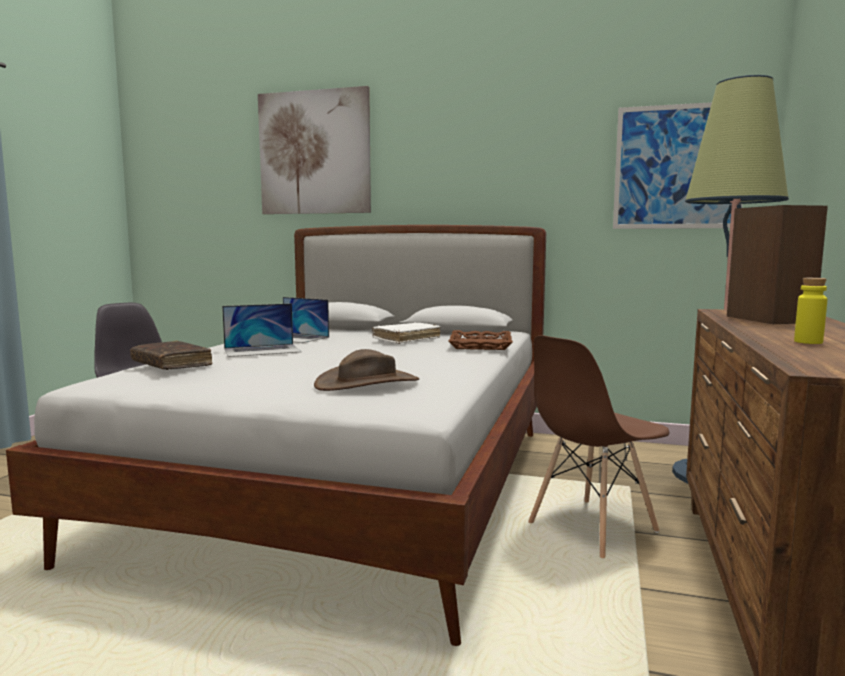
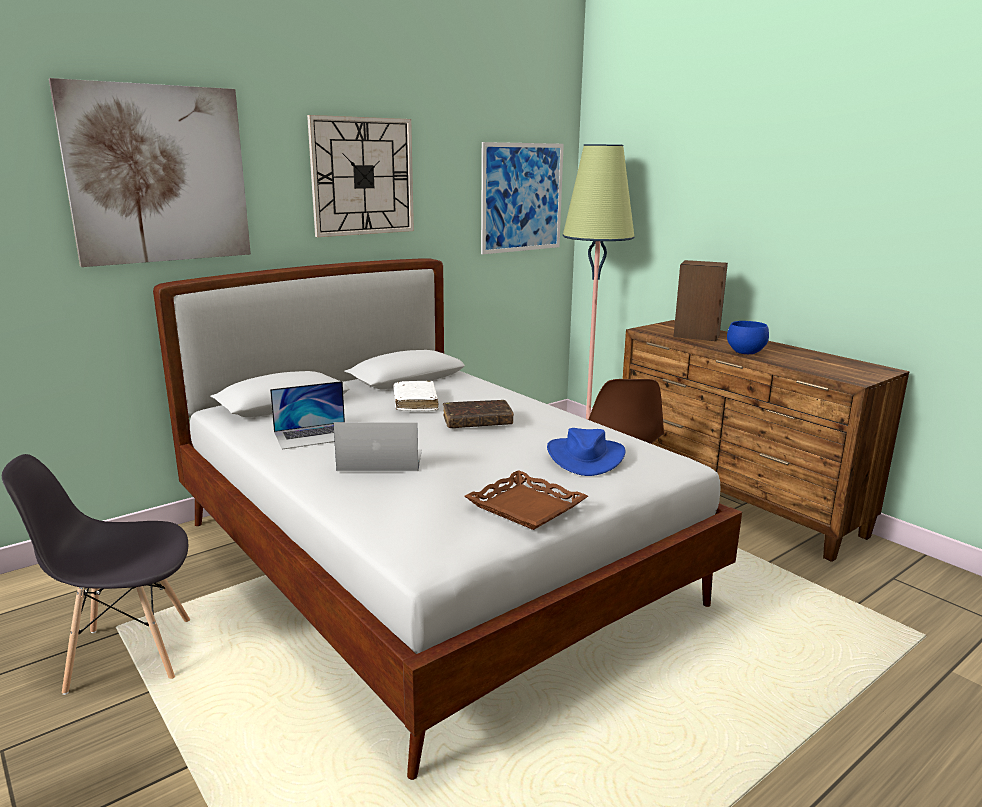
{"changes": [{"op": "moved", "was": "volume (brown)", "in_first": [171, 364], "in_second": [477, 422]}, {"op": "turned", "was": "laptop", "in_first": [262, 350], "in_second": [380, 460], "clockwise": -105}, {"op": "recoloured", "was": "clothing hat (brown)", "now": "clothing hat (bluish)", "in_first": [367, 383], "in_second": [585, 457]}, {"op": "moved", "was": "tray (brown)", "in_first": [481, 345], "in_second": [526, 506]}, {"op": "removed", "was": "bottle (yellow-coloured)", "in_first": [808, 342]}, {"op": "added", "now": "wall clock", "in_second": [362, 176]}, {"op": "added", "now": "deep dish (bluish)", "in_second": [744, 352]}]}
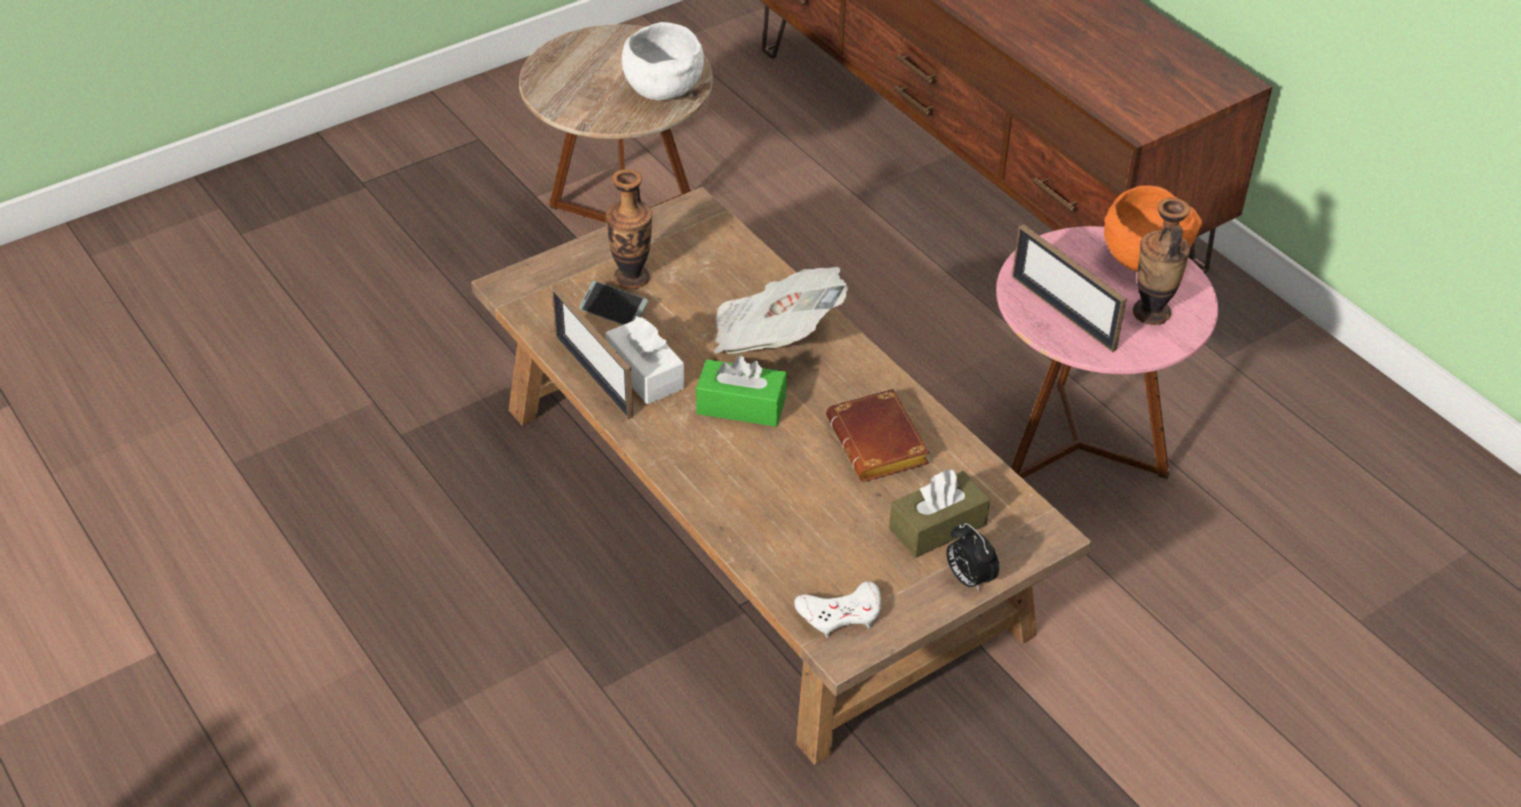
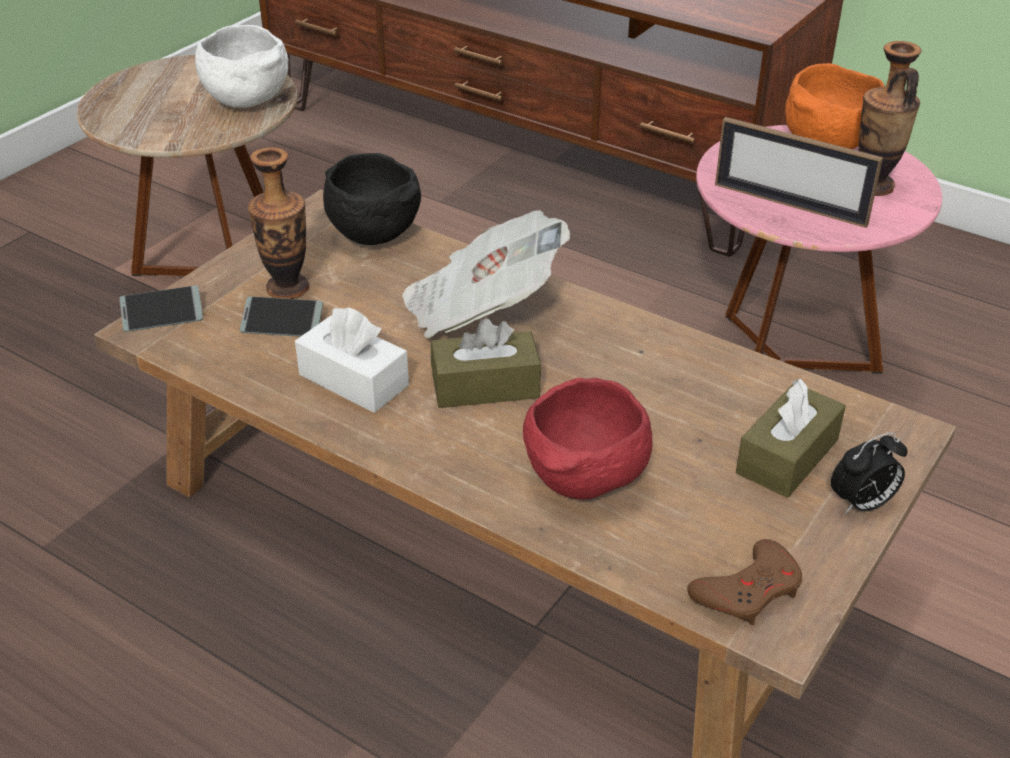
{"changes": [{"op": "removed", "was": "standing frame", "in_first": [593, 376]}, {"op": "recoloured", "was": "box of tissues (green)", "now": "box of tissues (brown)", "in_first": [741, 406], "in_second": [485, 386]}, {"op": "recoloured", "was": "gamepad (white-coloured)", "now": "gamepad (brown)", "in_first": [841, 614], "in_second": [748, 590]}, {"op": "removed", "was": "volume (brown)", "in_first": [881, 444]}, {"op": "turned", "was": "bedside clock", "in_first": [968, 579], "in_second": [861, 504], "clockwise": -60}, {"op": "added", "now": "handset", "in_second": [163, 316]}, {"op": "added", "now": "deep dish (black-coloured)", "in_second": [371, 234]}, {"op": "added", "now": "deep dish (reddish)", "in_second": [584, 481]}]}
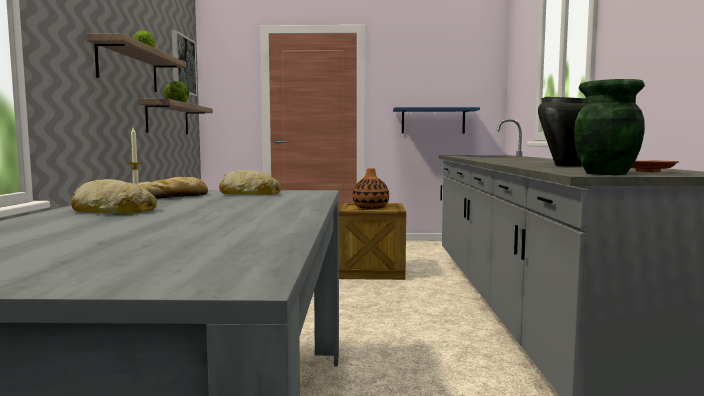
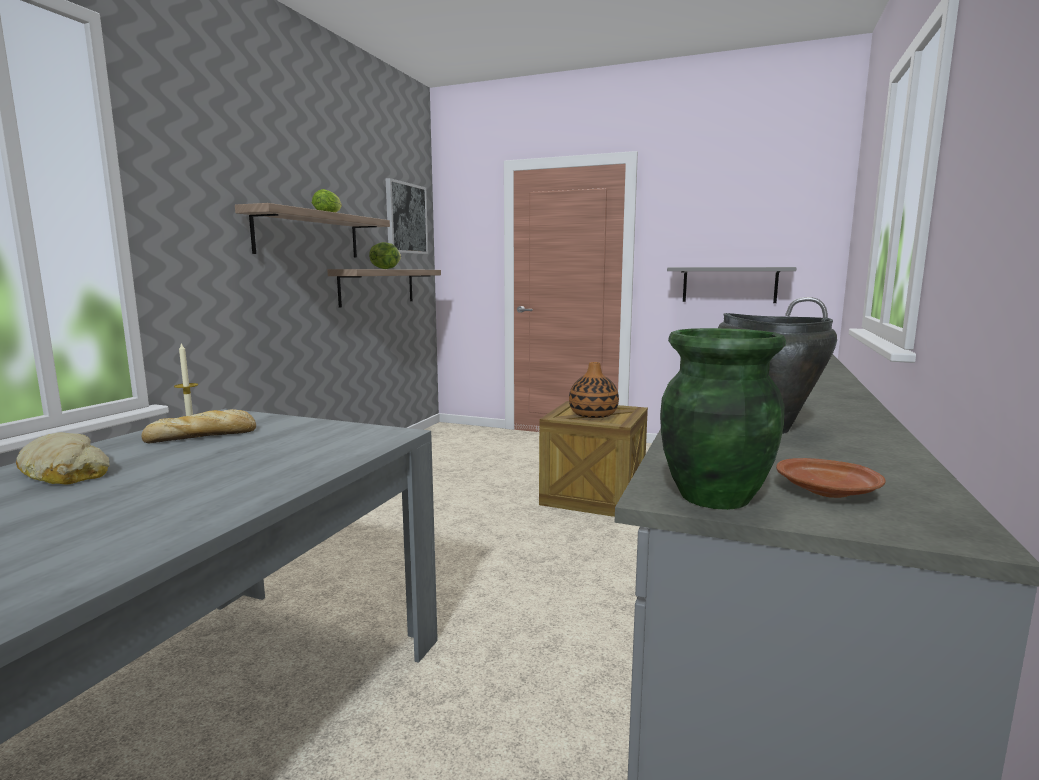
{"changes": [{"op": "removed", "was": "bakery bread", "in_first": [249, 193]}, {"op": "recoloured", "was": "wall shelf (bluish)", "now": "wall shelf (grey)", "in_first": [433, 121], "in_second": [729, 285]}]}
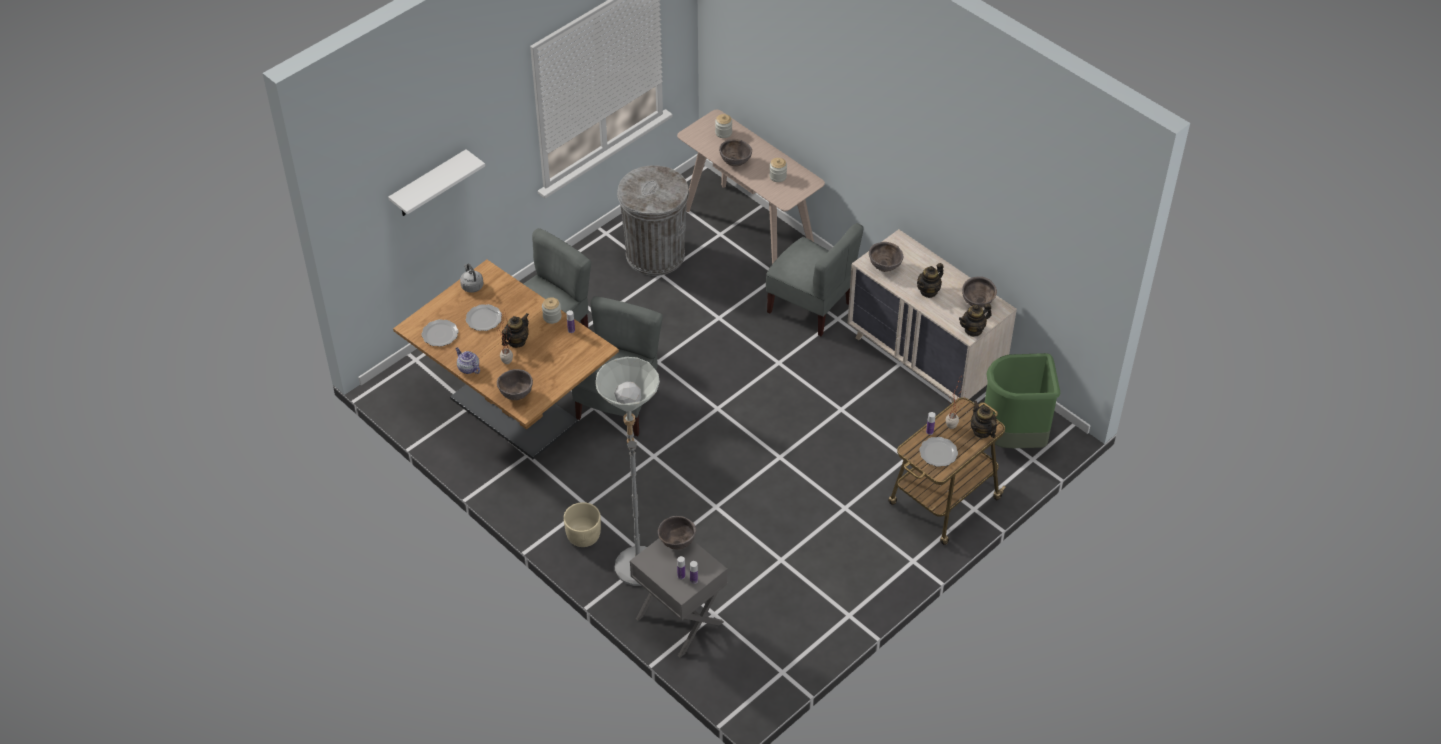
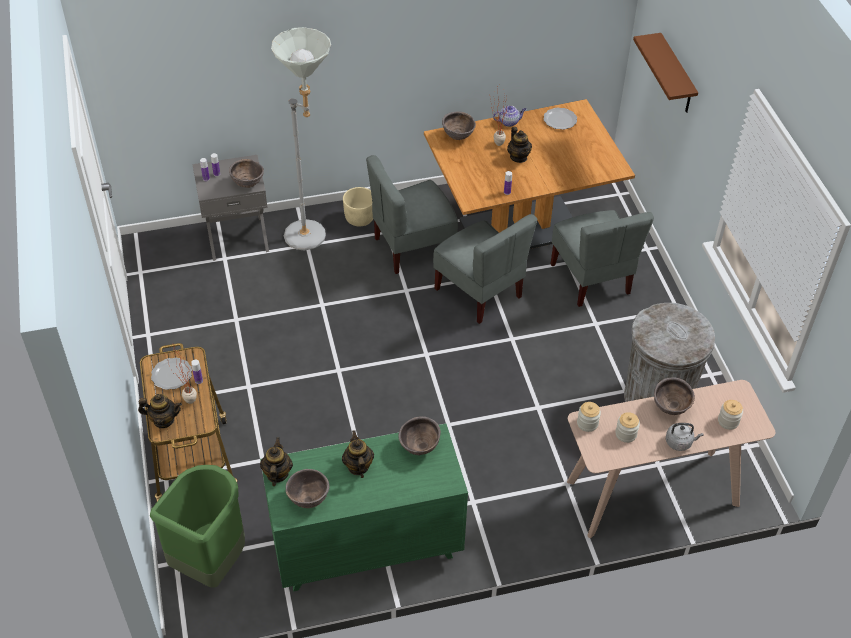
{"changes": [{"op": "recoloured", "was": "wall shelf (white-coloured)", "now": "wall shelf (brown)", "in_first": [429, 185], "in_second": [676, 75]}, {"op": "moved", "was": "kettle (grey)", "in_first": [471, 285], "in_second": [680, 442]}, {"op": "removed", "was": "flat dish", "in_first": [484, 319]}, {"op": "moved", "was": "jar", "in_first": [552, 317], "in_second": [587, 423]}, {"op": "moved", "was": "chair (grey)", "in_first": [810, 307], "in_second": [413, 248]}, {"op": "recoloured", "was": "chest of drawers (beige-coloured)", "now": "chest of drawers (green)", "in_first": [925, 359], "in_second": [365, 546]}]}
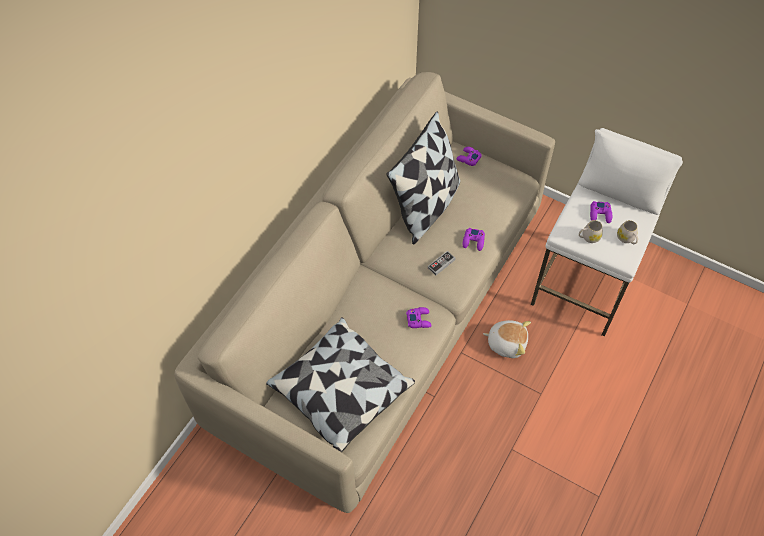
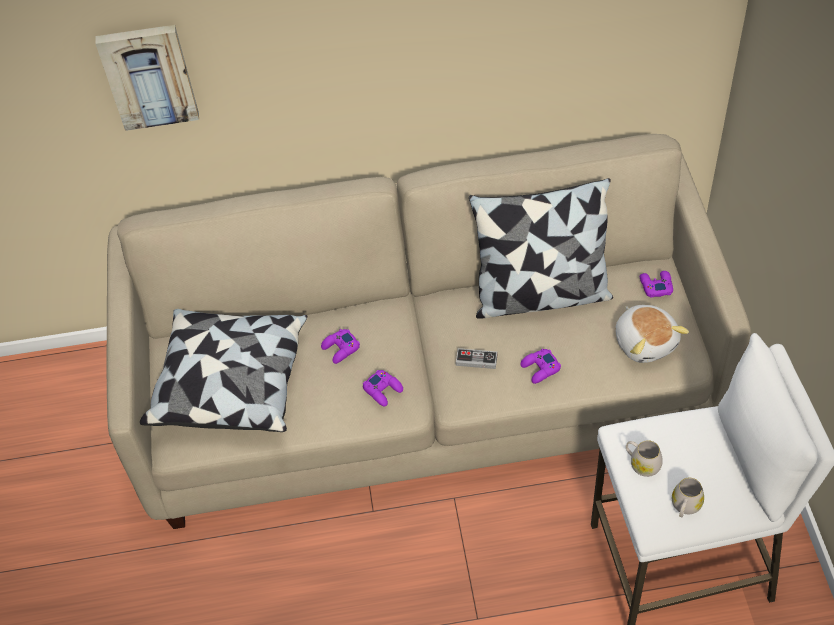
{"changes": [{"op": "moved", "was": "cuddly toy", "in_first": [506, 343], "in_second": [645, 342]}, {"op": "moved", "was": "gamepad (purple-coloured)", "in_first": [600, 214], "in_second": [340, 349]}, {"op": "added", "now": "wall art", "in_second": [149, 75]}]}
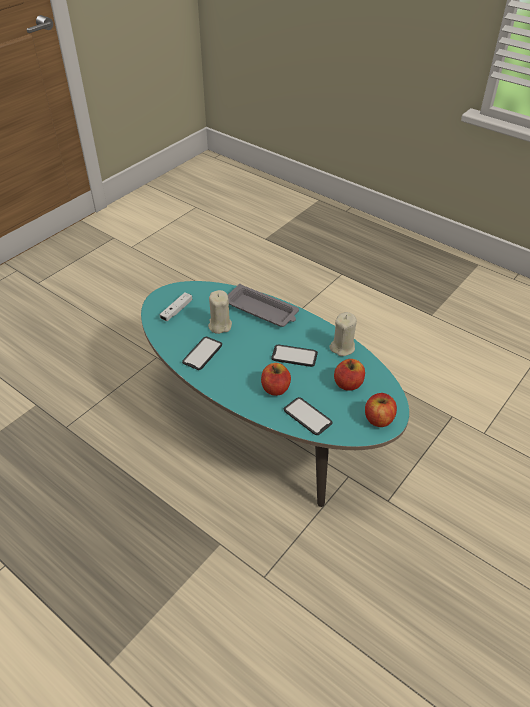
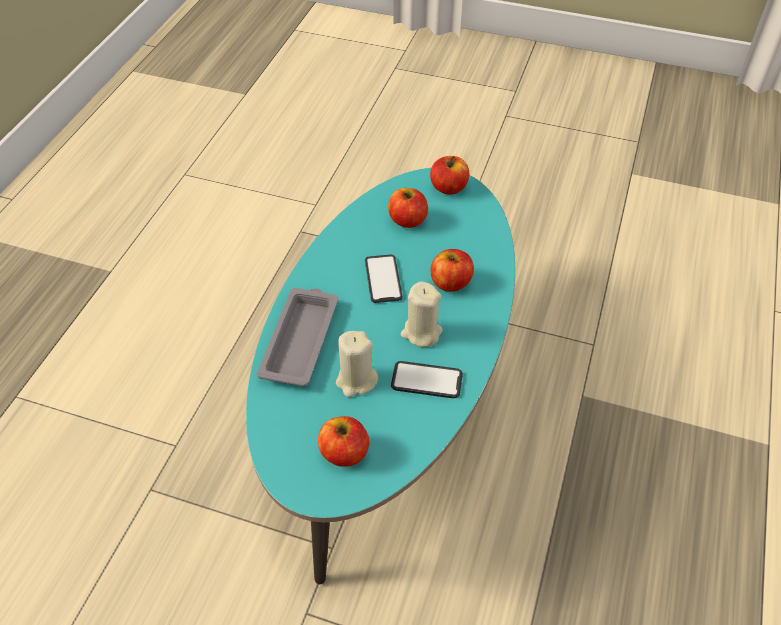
{"changes": [{"op": "replaced", "was": "gamepad (white-coloured)", "now": "apple fruit", "in_first": [176, 311], "in_second": [344, 452]}, {"op": "removed", "was": "handset", "in_first": [307, 416]}, {"op": "moved", "was": "wax candle (beige-coloured)", "in_first": [342, 347], "in_second": [421, 332]}]}
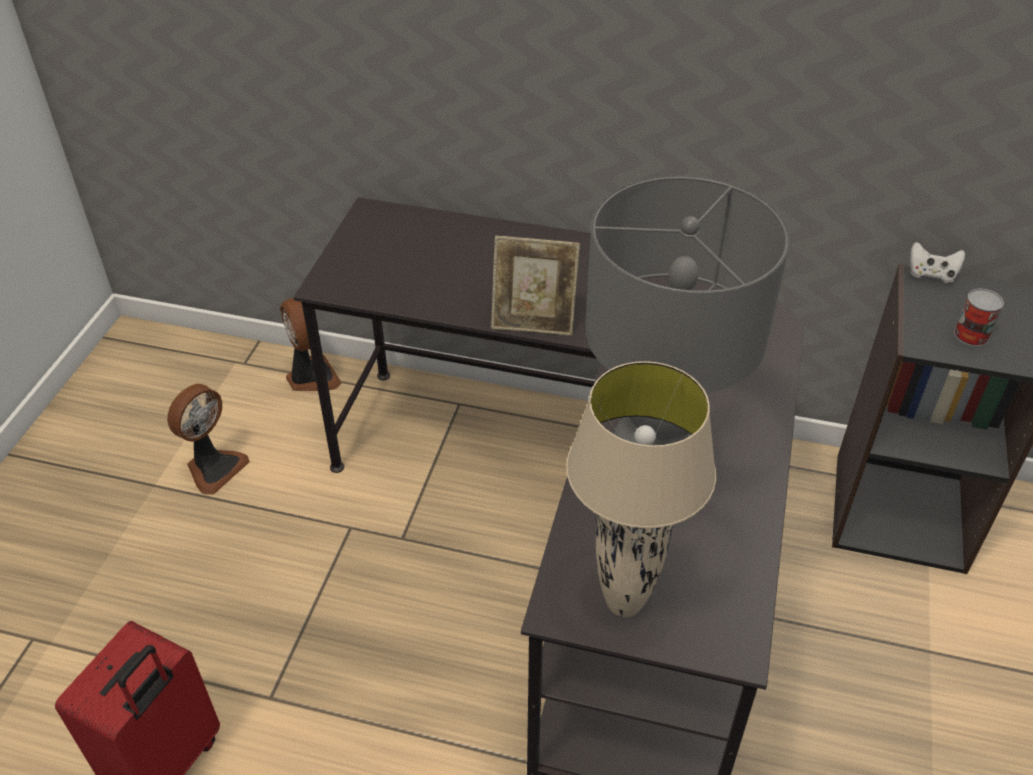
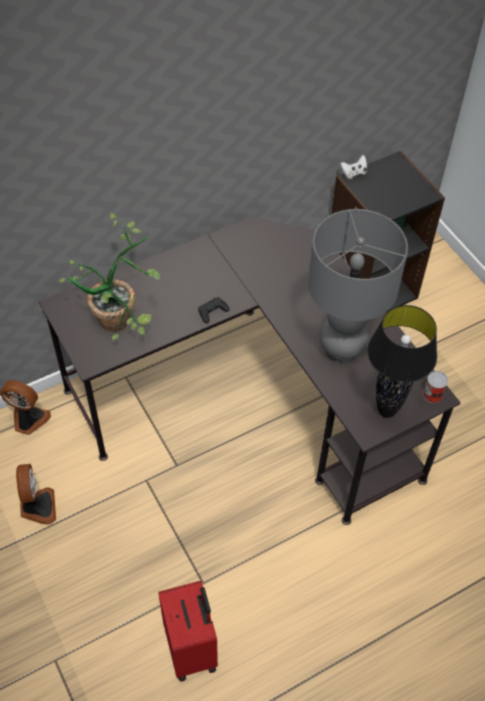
{"changes": [{"op": "replaced", "was": "standing frame", "now": "gamepad (black-coloured)", "in_first": [533, 322], "in_second": [212, 312]}, {"op": "recoloured", "was": "tabletop lamp (beige-coloured)", "now": "tabletop lamp (black-coloured)", "in_first": [623, 604], "in_second": [386, 411]}, {"op": "moved", "was": "sealed can", "in_first": [971, 335], "in_second": [432, 394]}, {"op": "added", "now": "houseplant", "in_second": [123, 320]}]}
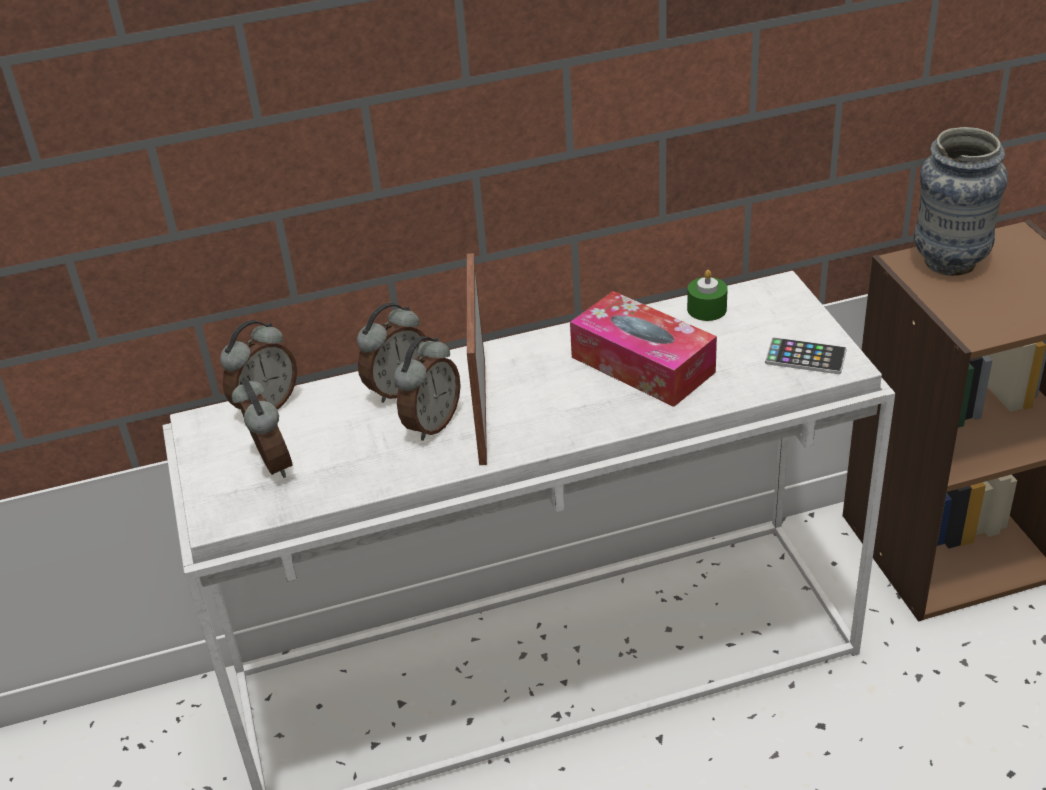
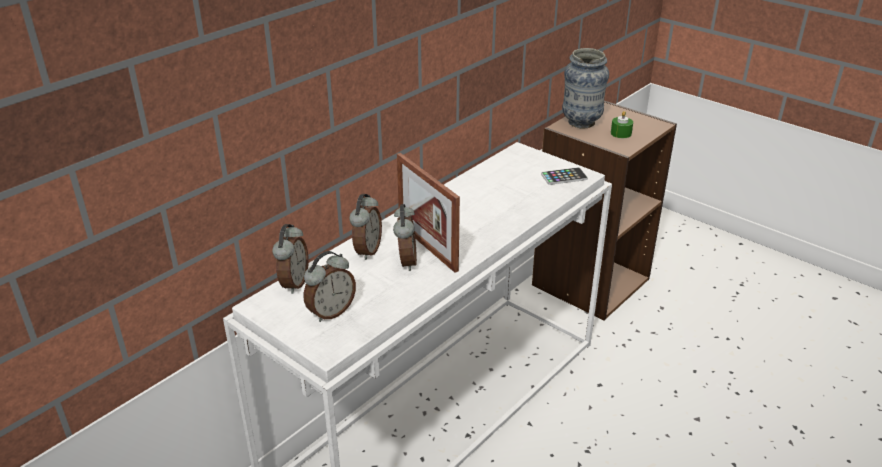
{"changes": [{"op": "turned", "was": "bedside clock", "in_first": [270, 465], "in_second": [331, 312], "clockwise": 105}, {"op": "removed", "was": "box of tissues", "in_first": [642, 364]}, {"op": "moved", "was": "wax candle (green)", "in_first": [707, 309], "in_second": [621, 133]}]}
